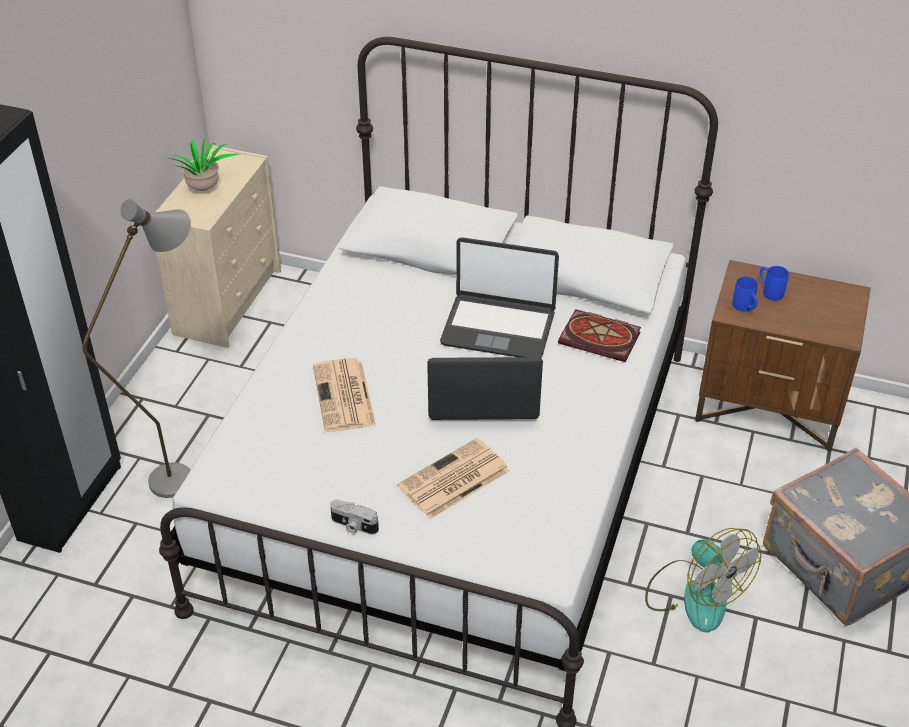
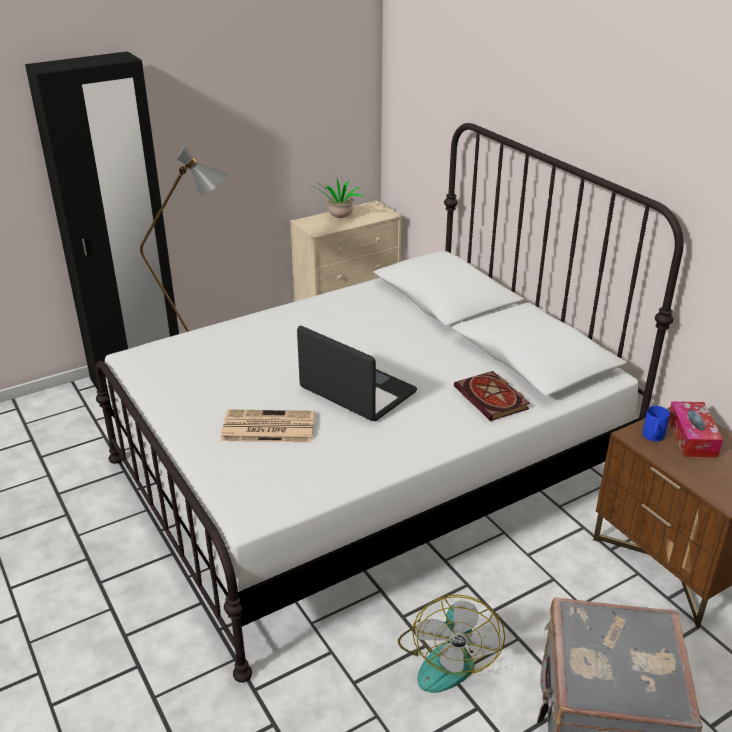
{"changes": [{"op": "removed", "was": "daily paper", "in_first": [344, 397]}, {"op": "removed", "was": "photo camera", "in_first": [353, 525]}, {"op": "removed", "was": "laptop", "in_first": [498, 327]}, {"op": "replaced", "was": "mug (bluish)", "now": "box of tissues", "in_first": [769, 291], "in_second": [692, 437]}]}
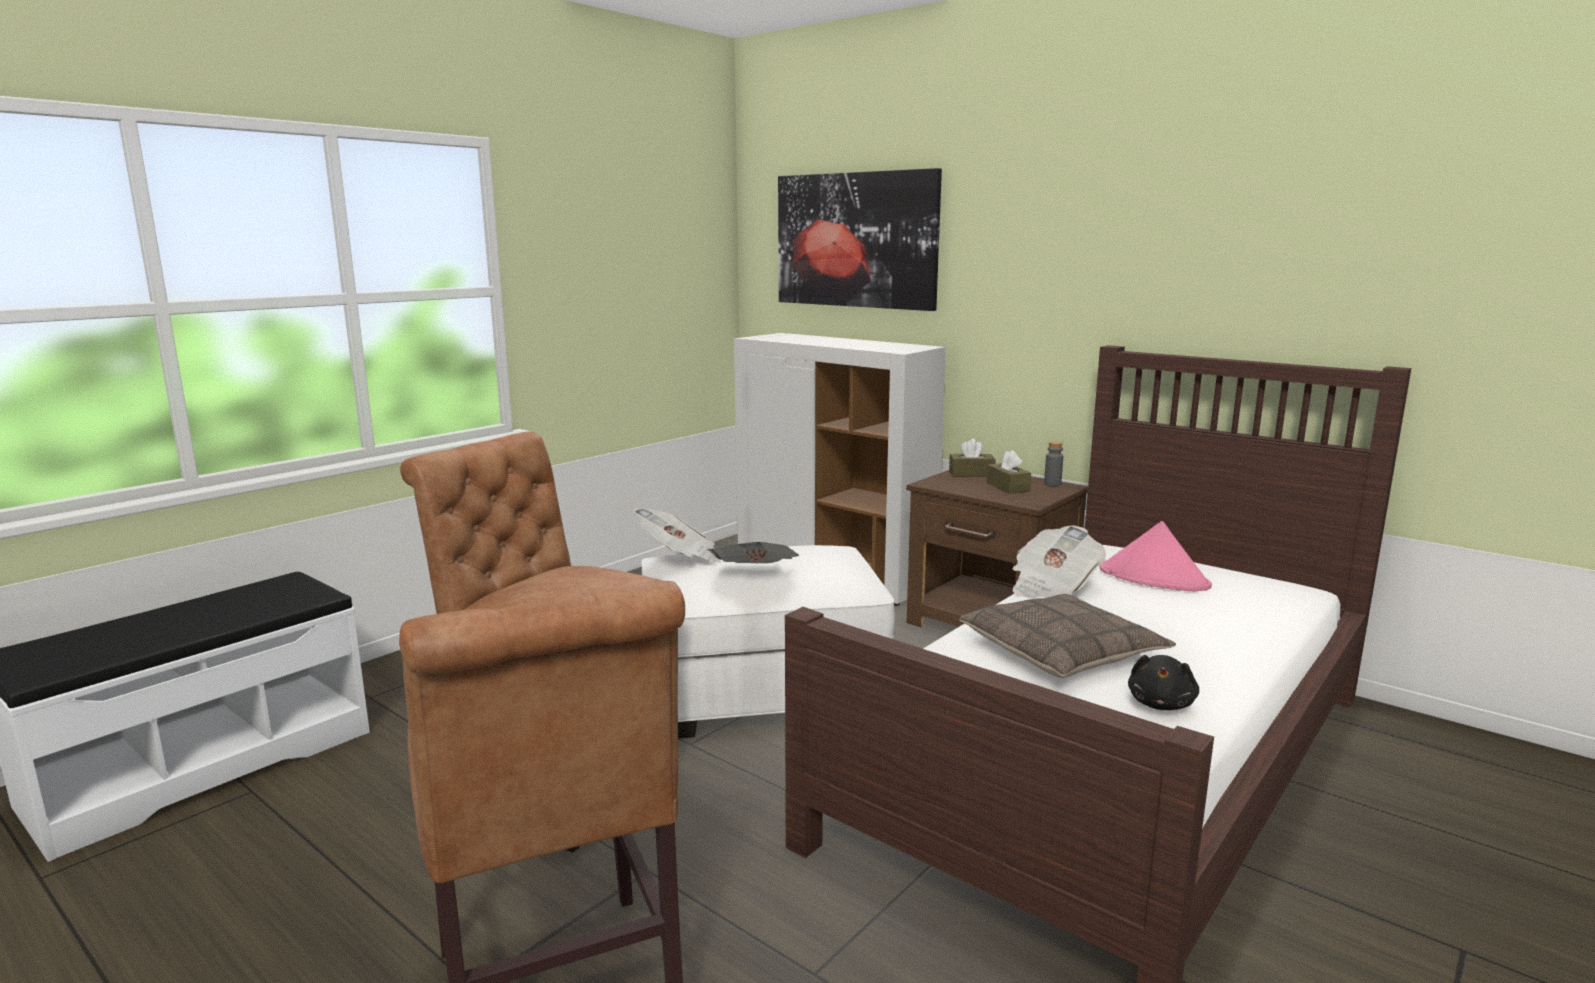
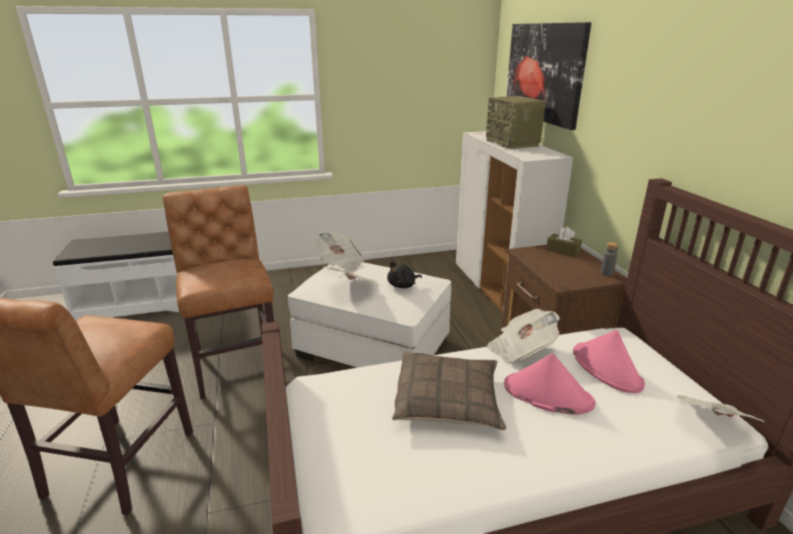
{"changes": [{"op": "removed", "was": "box of tissues (brown)", "in_first": [1007, 487]}, {"op": "moved", "was": "cuddly toy (black-coloured)", "in_first": [1161, 704], "in_second": [403, 285]}, {"op": "added", "now": "radio receiver", "in_second": [513, 143]}, {"op": "added", "now": "clothing hat (pink)", "in_second": [547, 394]}, {"op": "added", "now": "daily paper", "in_second": [713, 424]}]}
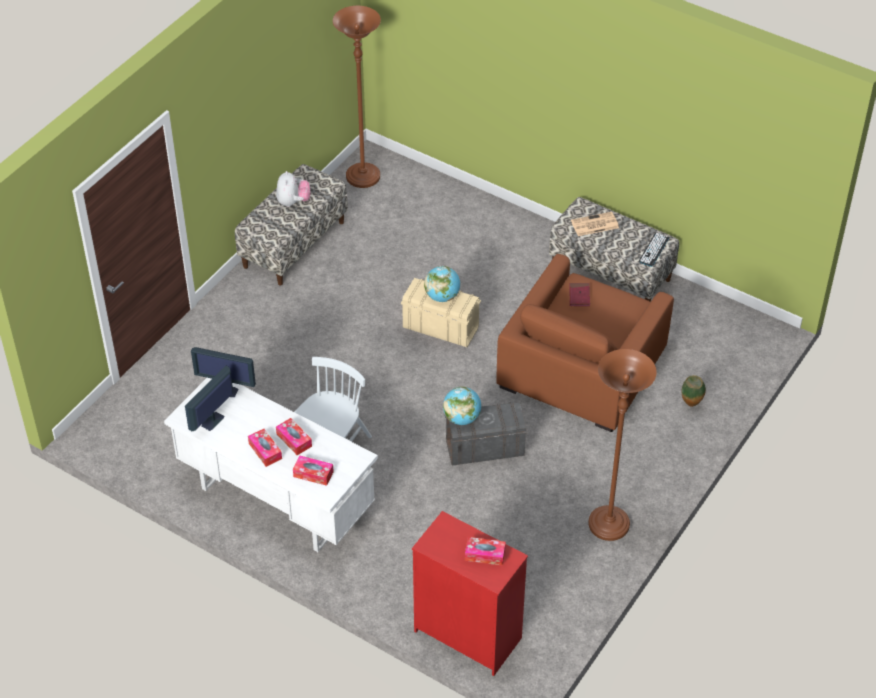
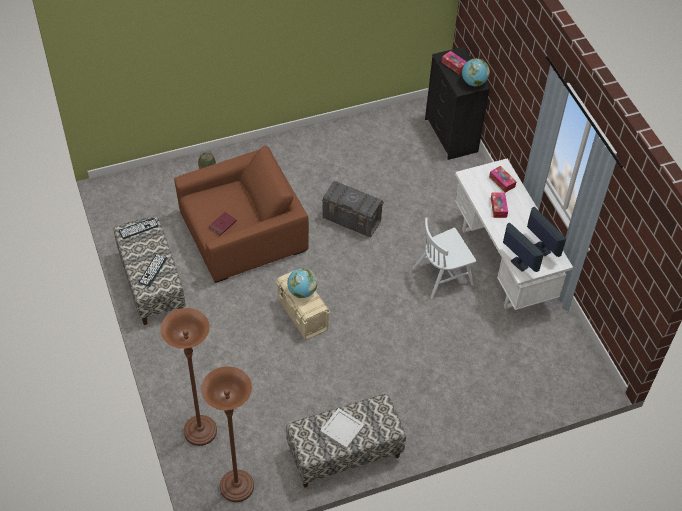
{"changes": [{"op": "turned", "was": "computer display", "in_first": [212, 421], "in_second": [542, 248], "clockwise": -105}, {"op": "removed", "was": "box of tissues", "in_first": [265, 451]}, {"op": "replaced", "was": "cuddly toy", "now": "tray (white-coloured)", "in_first": [293, 202], "in_second": [342, 430]}, {"op": "recoloured", "was": "chest of drawers (reddish)", "now": "chest of drawers (black-coloured)", "in_first": [468, 634], "in_second": [450, 135]}, {"op": "moved", "was": "desk globe", "in_first": [462, 418], "in_second": [473, 82]}, {"op": "replaced", "was": "daily paper", "now": "PC keyboard", "in_first": [594, 225], "in_second": [153, 270]}, {"op": "moved", "was": "floor lamp (brown)", "in_first": [608, 525], "in_second": [200, 431]}]}
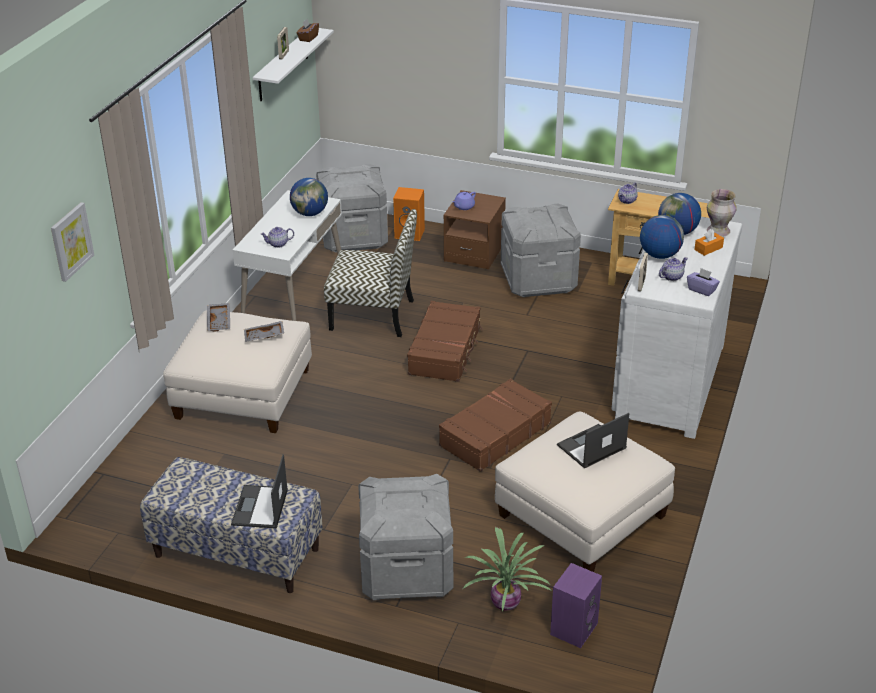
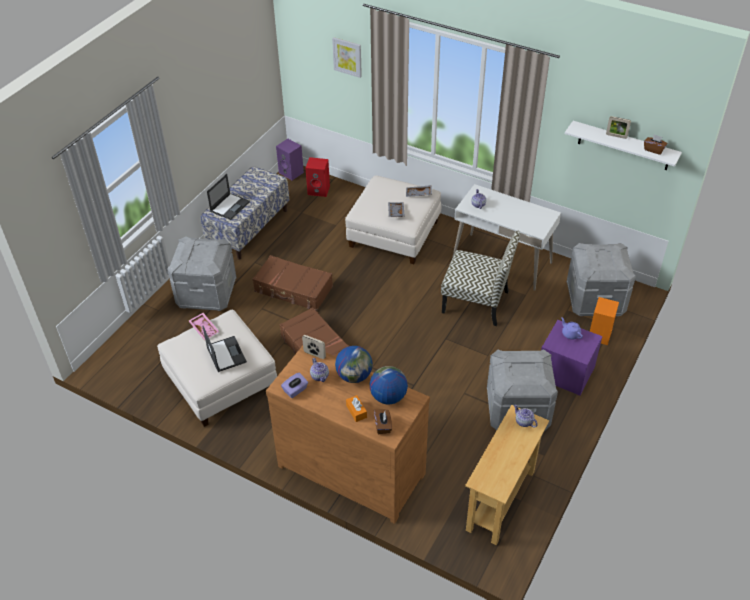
{"changes": [{"op": "turned", "was": "laptop", "in_first": [260, 508], "in_second": [230, 206], "clockwise": 105}, {"op": "removed", "was": "desk globe", "in_first": [310, 213]}, {"op": "turned", "was": "chair", "in_first": [374, 315], "in_second": [477, 302], "clockwise": -90}, {"op": "moved", "was": "travel case (brown)", "in_first": [445, 350], "in_second": [293, 289]}, {"op": "recoloured", "was": "bedside table (brown)", "now": "bedside table (purple-coloured)", "in_first": [474, 253], "in_second": [565, 373]}, {"op": "removed", "was": "houseplant", "in_first": [507, 602]}, {"op": "moved", "was": "loudspeaker (purple-coloured)", "in_first": [573, 627], "in_second": [292, 172]}, {"op": "recoloured", "was": "chest of drawers (white-coloured)", "now": "chest of drawers (brown)", "in_first": [667, 382], "in_second": [352, 467]}, {"op": "replaced", "was": "flower vase", "now": "box of tissues (brown)", "in_first": [717, 232], "in_second": [383, 426]}, {"op": "added", "now": "tray (pink)", "in_second": [205, 329]}, {"op": "added", "now": "loudspeaker (reddish)", "in_second": [319, 190]}]}
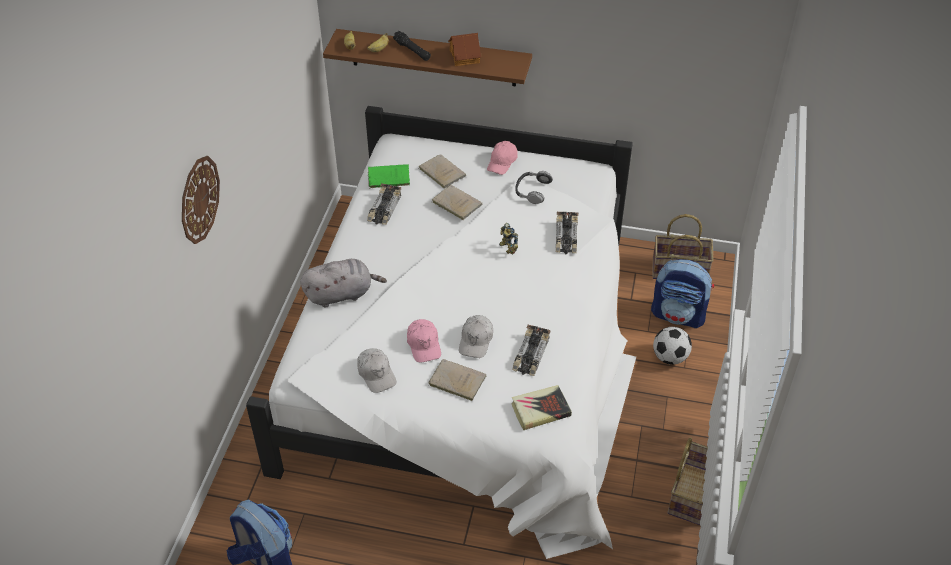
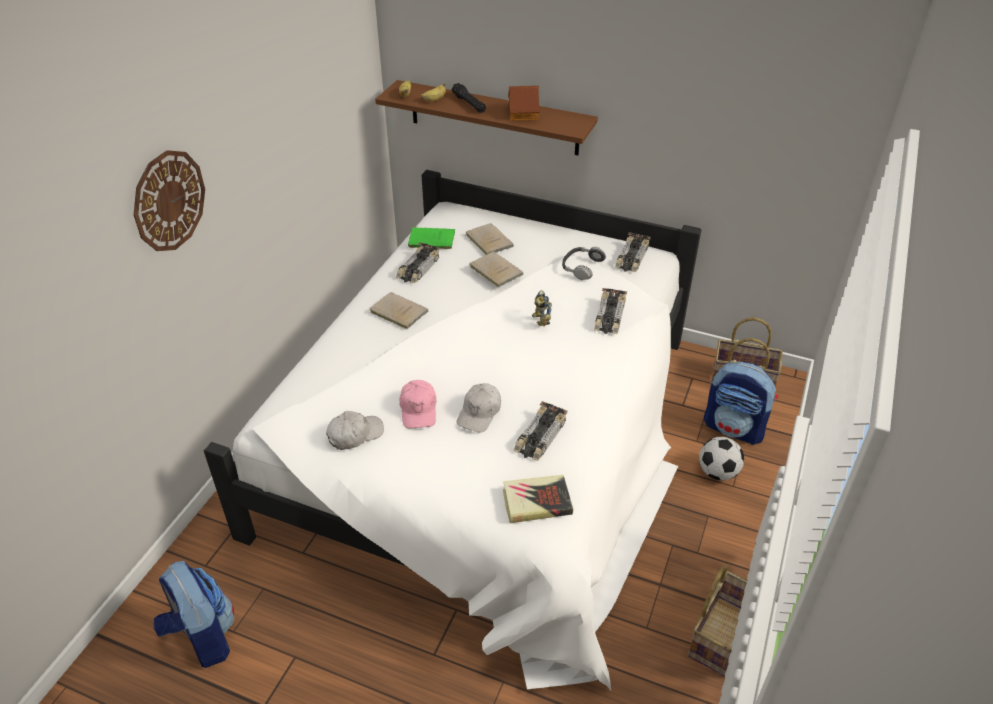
{"changes": [{"op": "removed", "was": "cuddly toy (grey)", "in_first": [341, 294]}, {"op": "turned", "was": "cap (white-coloured)", "in_first": [376, 374], "in_second": [355, 434], "clockwise": -105}, {"op": "moved", "was": "volume (beige-coloured)", "in_first": [455, 380], "in_second": [397, 312]}, {"op": "removed", "was": "cap (pink)", "in_first": [502, 163]}, {"op": "added", "now": "toy car", "in_second": [631, 258]}]}
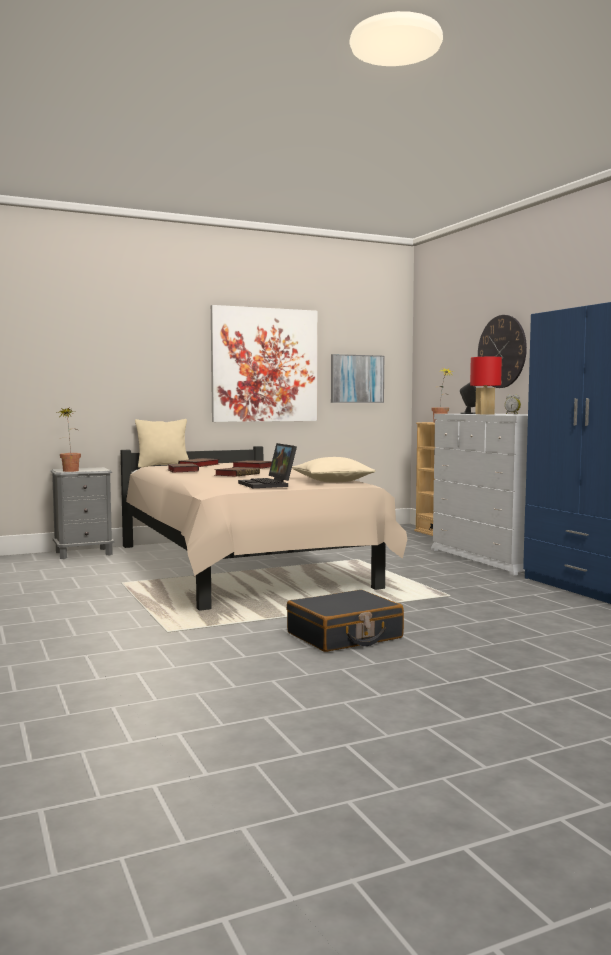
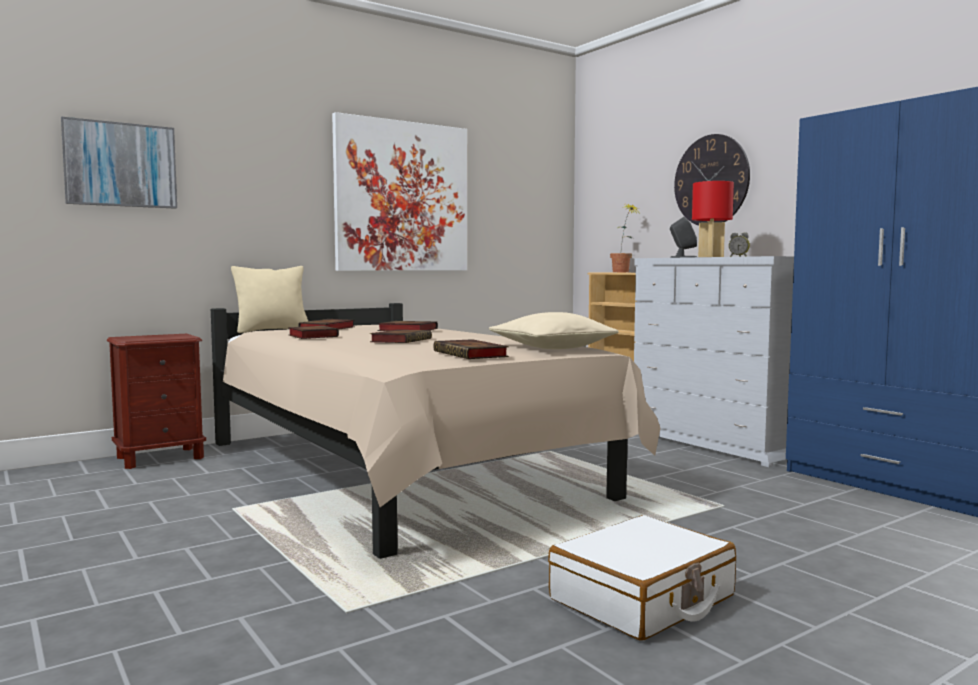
{"changes": [{"op": "recoloured", "was": "bedside table (grey)", "now": "bedside table (brown)", "in_first": [84, 553], "in_second": [160, 458]}, {"op": "removed", "was": "houseplant", "in_first": [70, 470]}, {"op": "replaced", "was": "laptop", "now": "volume", "in_first": [269, 485], "in_second": [472, 355]}, {"op": "recoloured", "was": "travel case (black-coloured)", "now": "travel case (white-coloured)", "in_first": [345, 636], "in_second": [643, 599]}, {"op": "moved", "was": "wall art", "in_first": [357, 378], "in_second": [120, 165]}]}
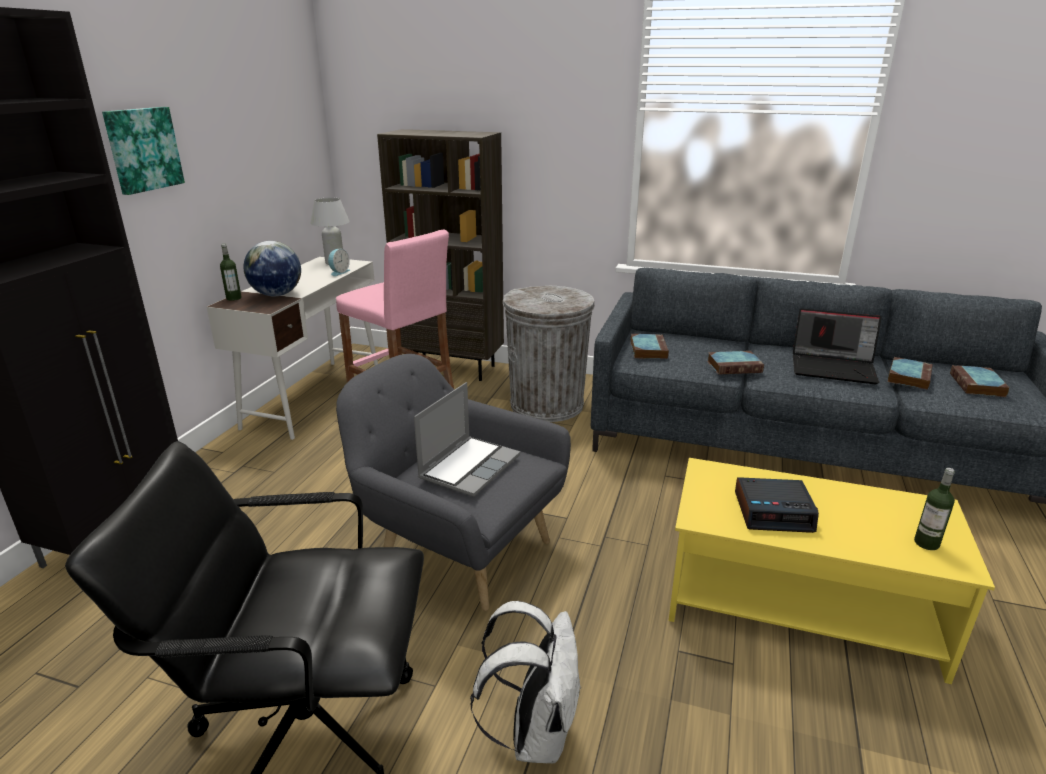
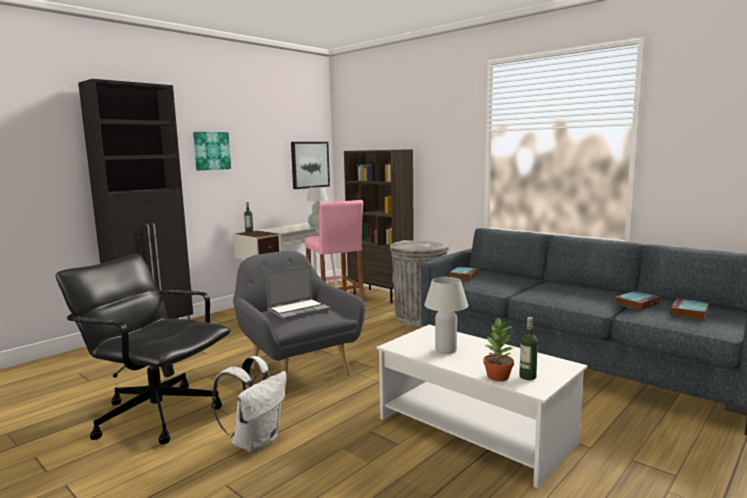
{"changes": [{"op": "removed", "was": "desk globe", "in_first": [276, 295]}, {"op": "recoloured", "was": "low table (yellow-coloured)", "now": "low table (white-coloured)", "in_first": [801, 605], "in_second": [475, 430]}, {"op": "removed", "was": "volume", "in_first": [735, 366]}, {"op": "replaced", "was": "bedside clock", "now": "tabletop lamp (white-coloured)", "in_first": [774, 512], "in_second": [445, 350]}, {"op": "removed", "was": "laptop", "in_first": [834, 368]}, {"op": "added", "now": "wall art", "in_second": [309, 164]}, {"op": "added", "now": "houseplant", "in_second": [497, 377]}]}
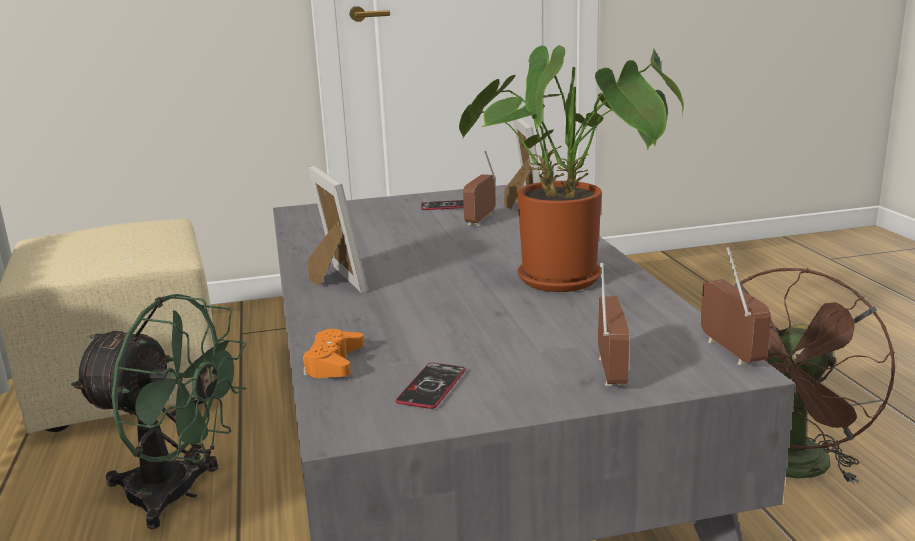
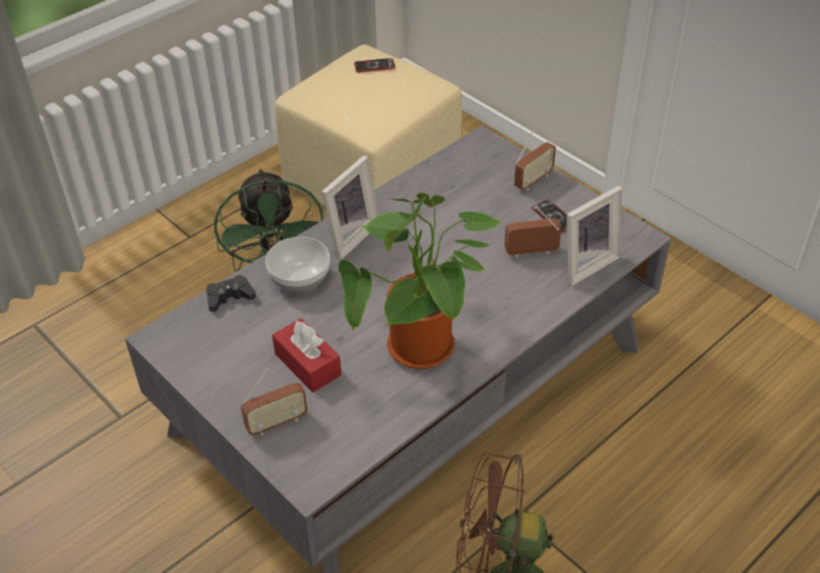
{"changes": [{"op": "recoloured", "was": "gamepad (orangey)", "now": "gamepad (black-coloured)", "in_first": [334, 363], "in_second": [229, 297]}, {"op": "moved", "was": "handset", "in_first": [431, 387], "in_second": [374, 66]}, {"op": "moved", "was": "radio receiver", "in_first": [730, 352], "in_second": [533, 180]}, {"op": "added", "now": "deep dish", "in_second": [299, 280]}, {"op": "added", "now": "box of tissues (reddish)", "in_second": [307, 364]}]}
